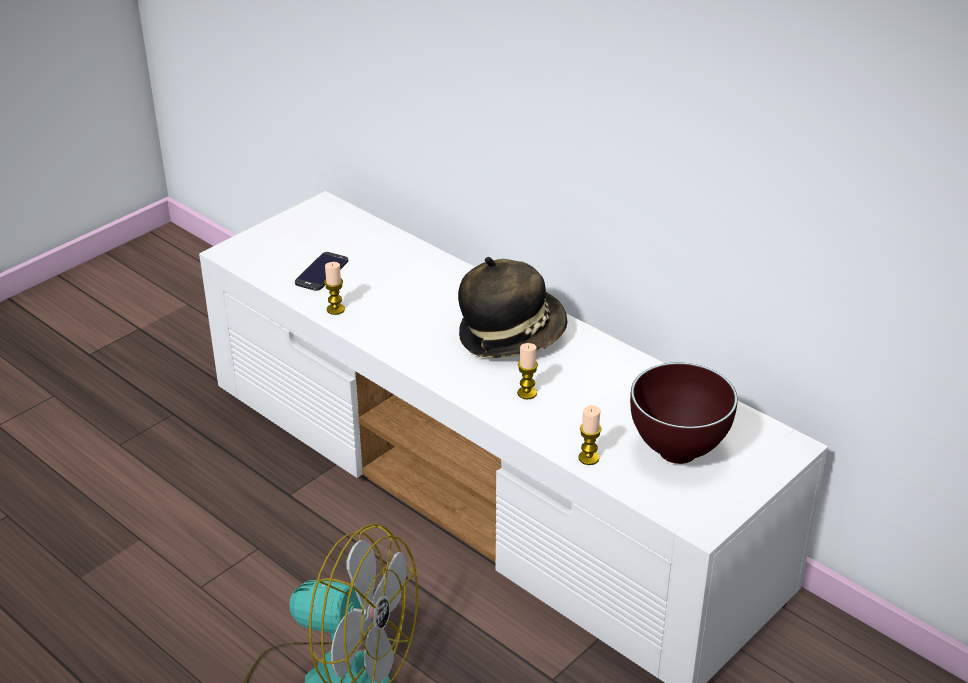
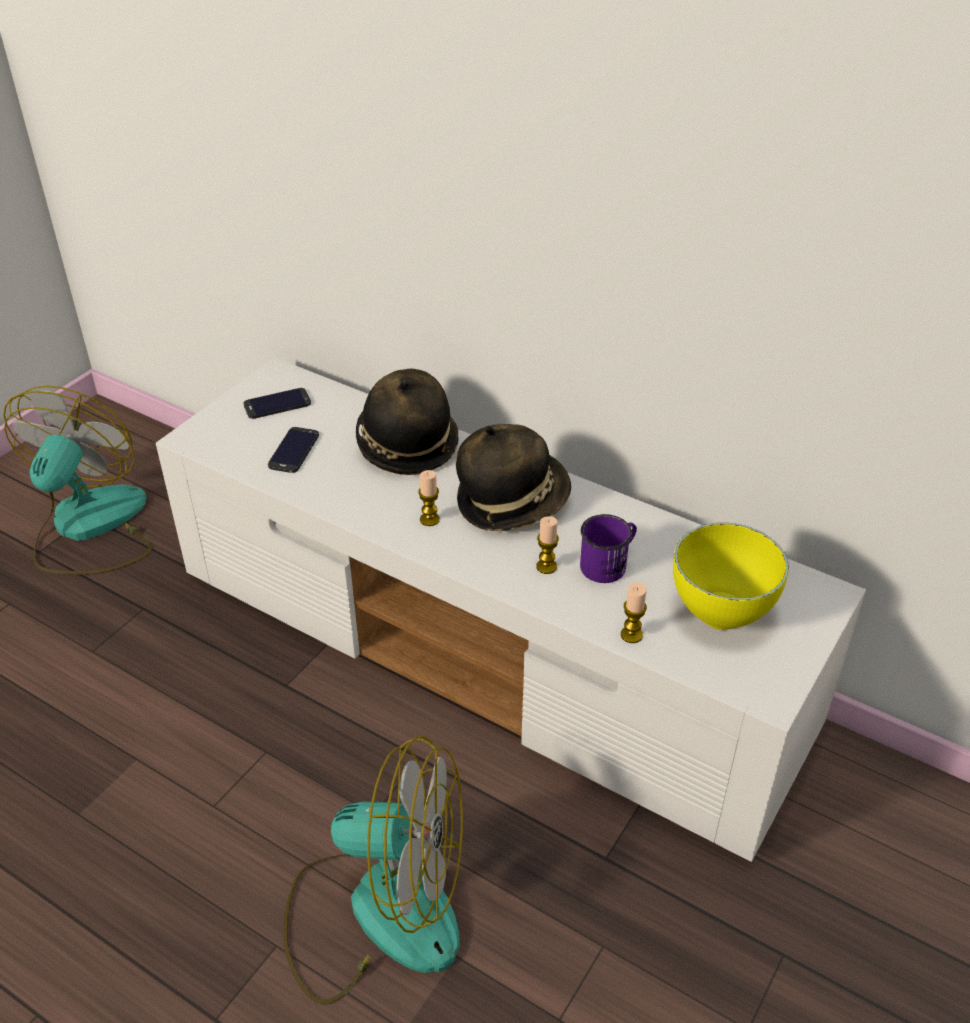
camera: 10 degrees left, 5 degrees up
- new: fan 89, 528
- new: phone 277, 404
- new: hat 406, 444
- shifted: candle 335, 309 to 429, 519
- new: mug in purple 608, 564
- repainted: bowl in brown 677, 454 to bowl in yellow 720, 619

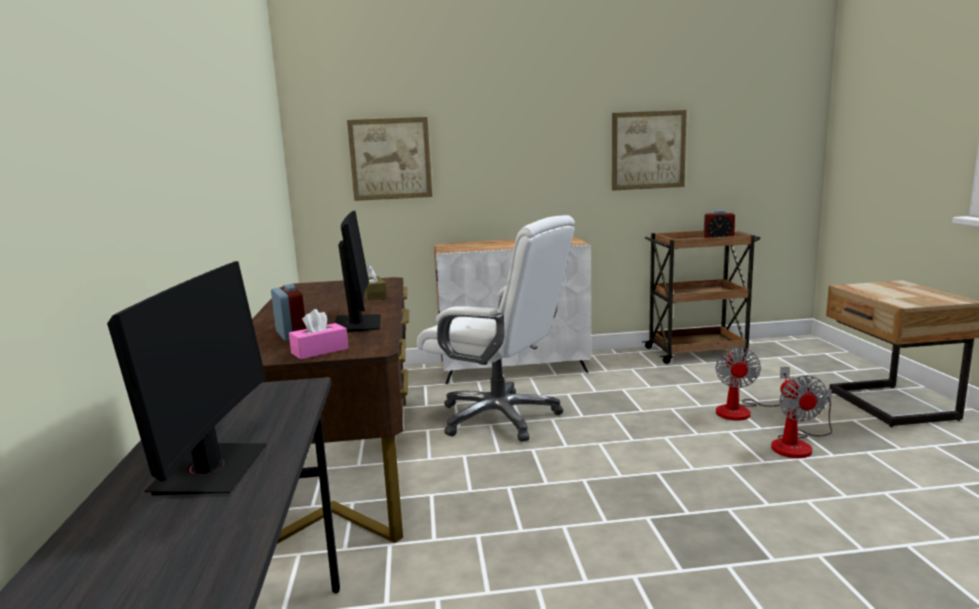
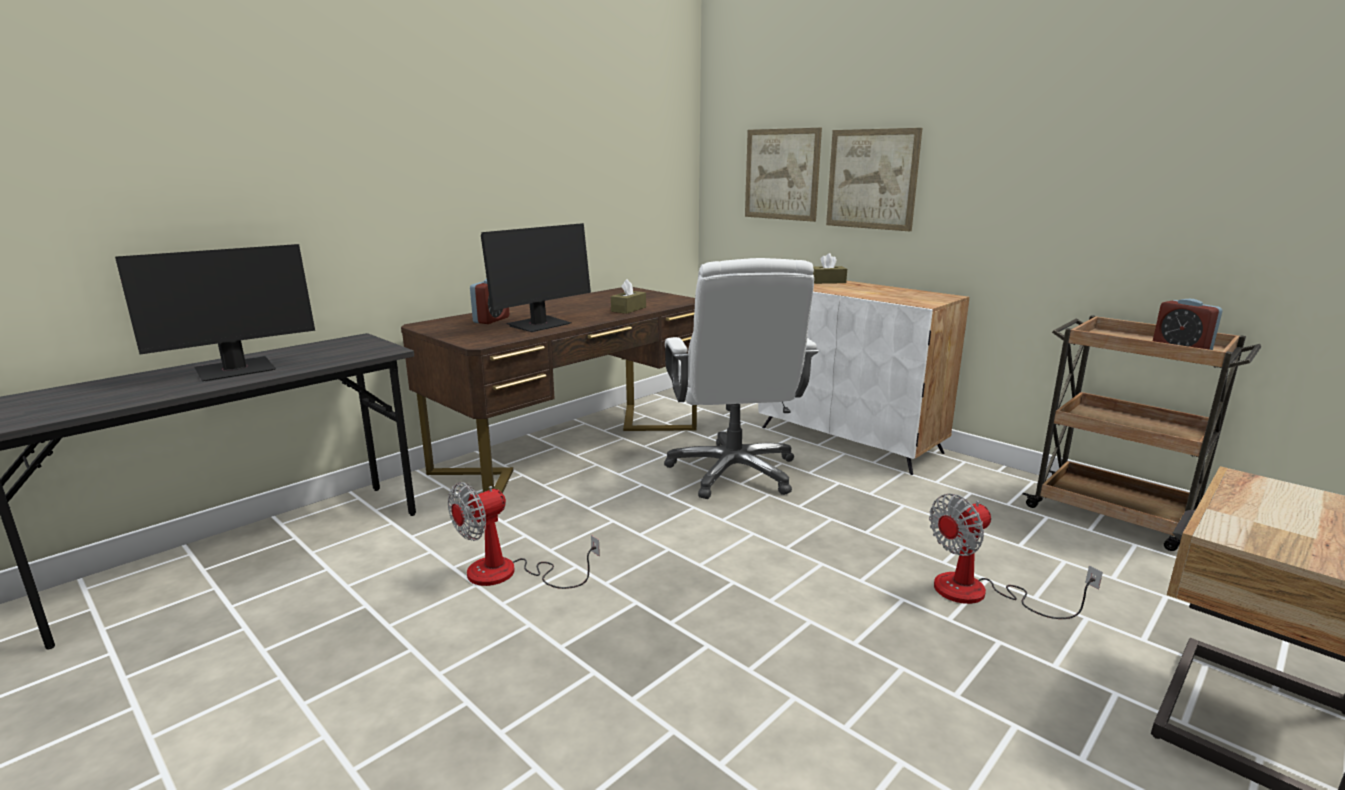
camera: 50 degrees right, 5 degrees up
- shifted: fan 798, 444 to 508, 574
- new: tissue box in brown 827, 282
- shifted: picture 648, 150 to 872, 179
- gone: tissue box in pink 320, 351

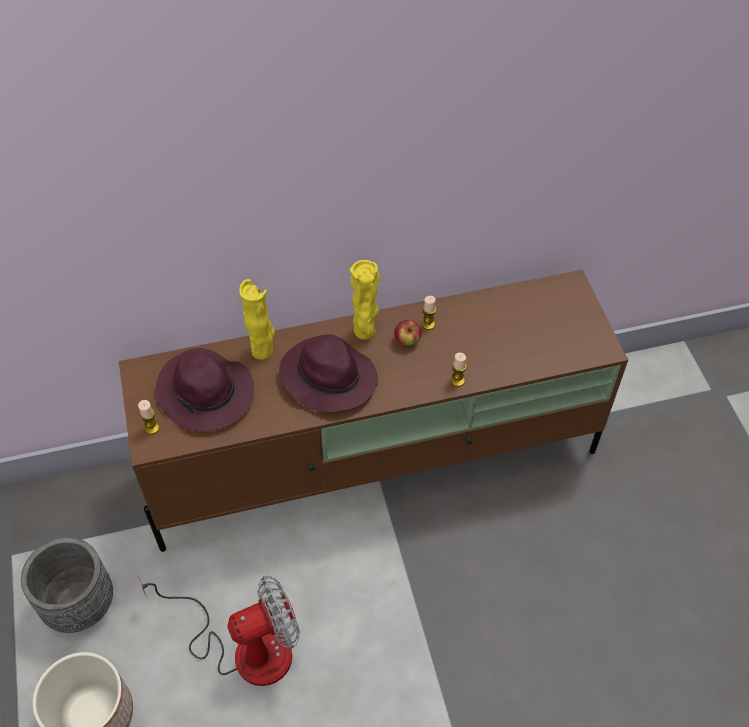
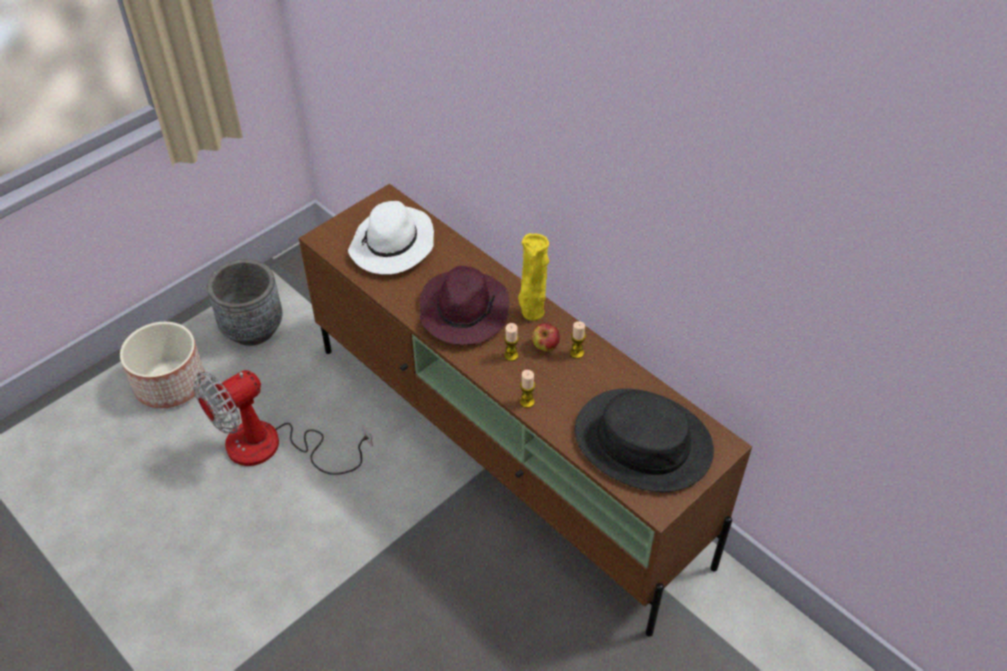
camera: 60 degrees right, 5 degrees down
- rotated: fan 244, 647 = 272, 448 105 degrees clockwise
- repainted: hat in purple 207, 394 to hat in white 392, 246
- shifted: candle 152, 428 to 511, 355
- new: hat in black 643, 441
- gone: vase in yellow 263, 350

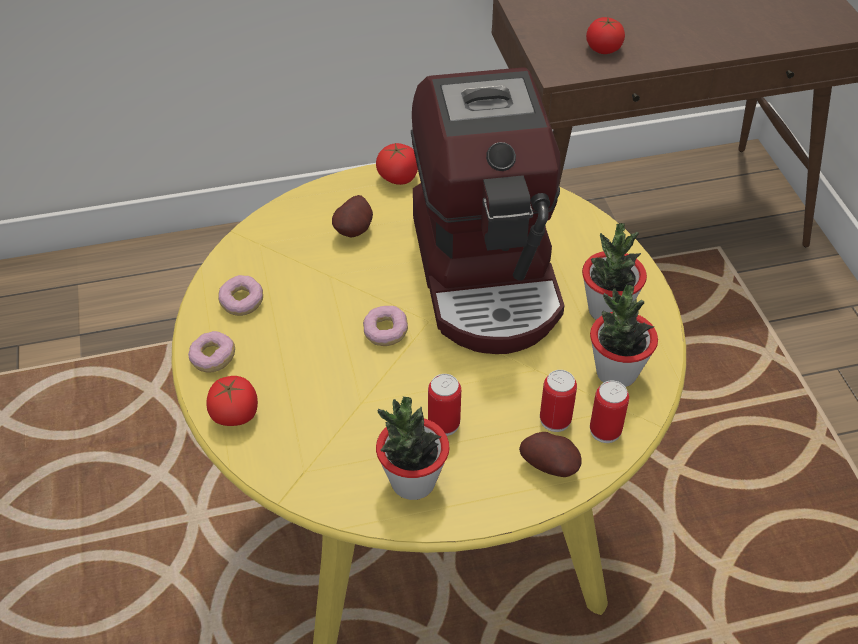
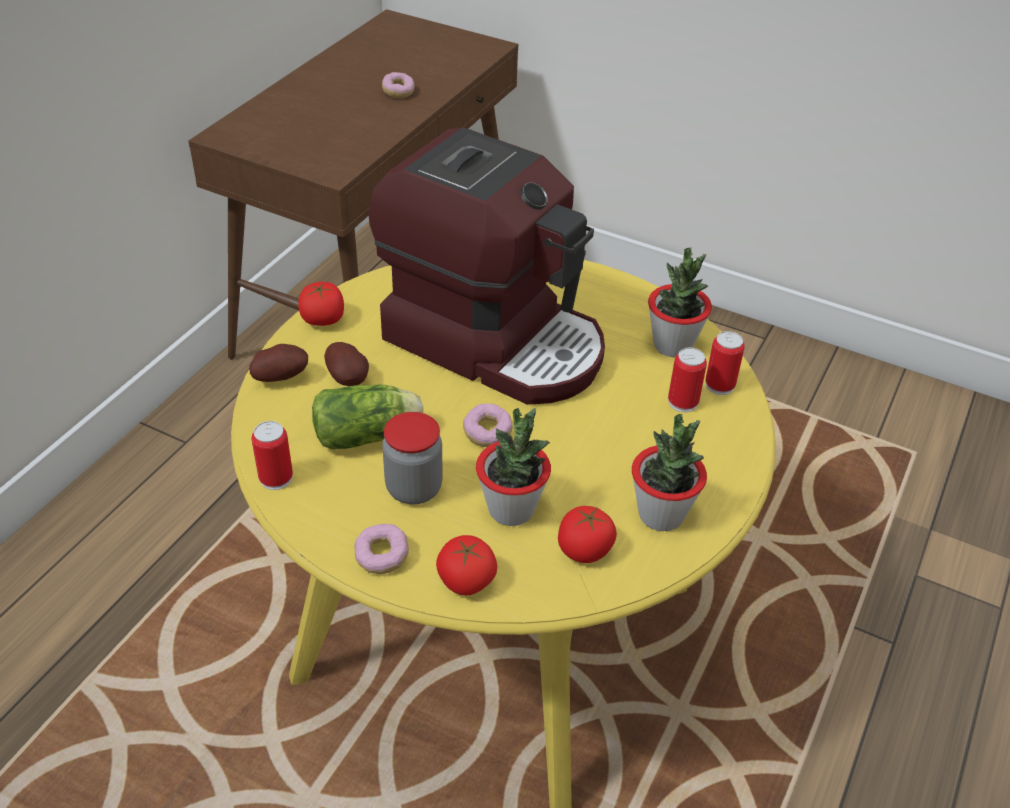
camera: 50 degrees left, 5 degrees down
- shifted: potato 551, 465 to 281, 377
- shifted: can 444, 424 to 276, 478
- new: lettuce 370, 435
- shifted: donut 242, 302 to 398, 92
- new: jar 414, 488
- shifted: potted plant 607, 310 to 511, 509
- shifted: tomato 603, 49 to 584, 549

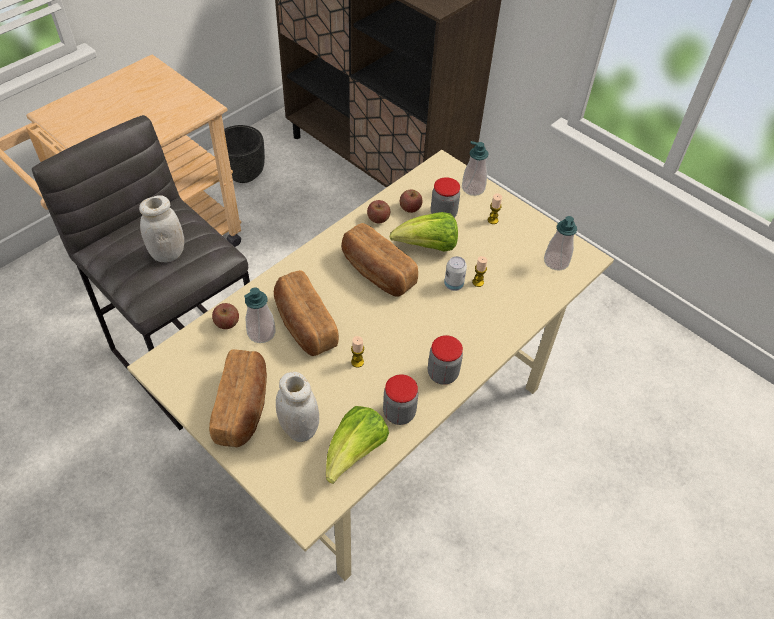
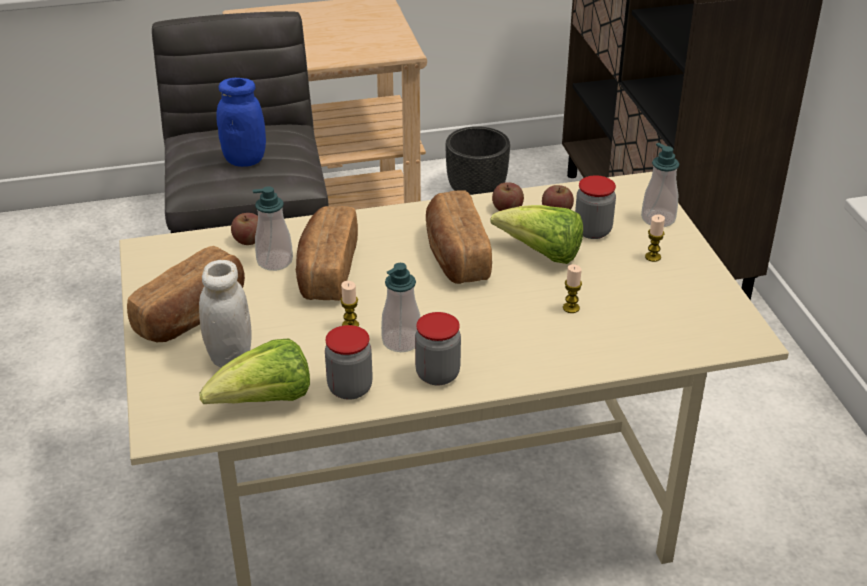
camera: 35 degrees right, 15 degrees down
- repainted: jar in white 168, 253 to jar in blue 244, 160
- shifted: soap dispenser 556, 261 to 401, 341
- gone: can 453, 285

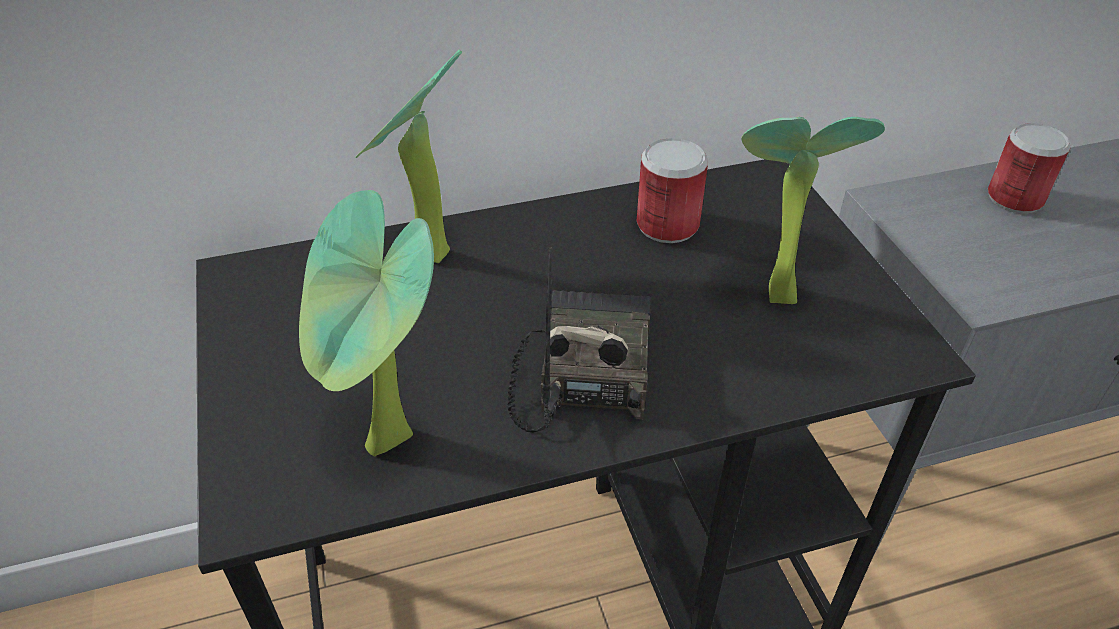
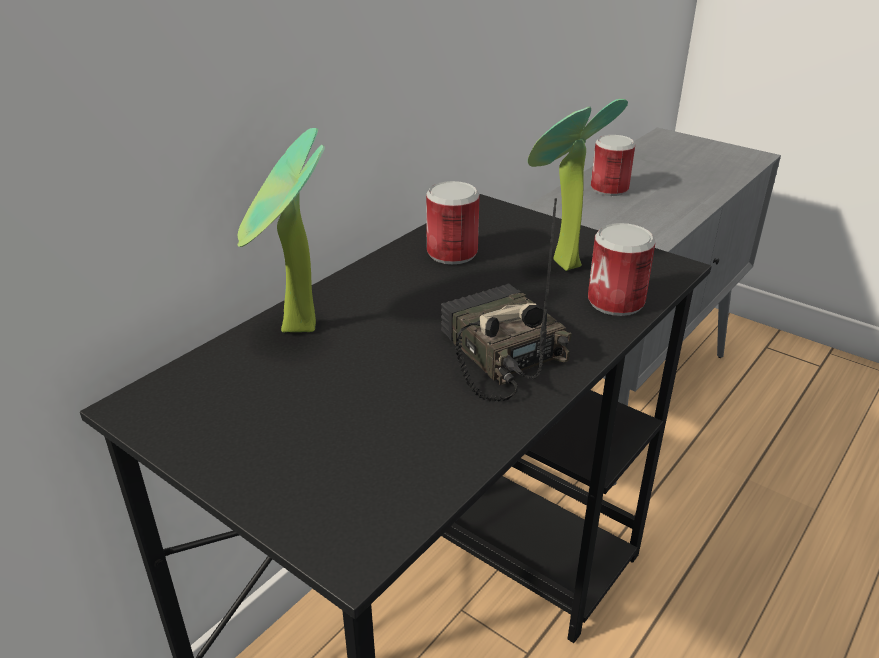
camera: 35 degrees left, 10 degrees down
- new: can 615, 302
- gone: potted plant 389, 448

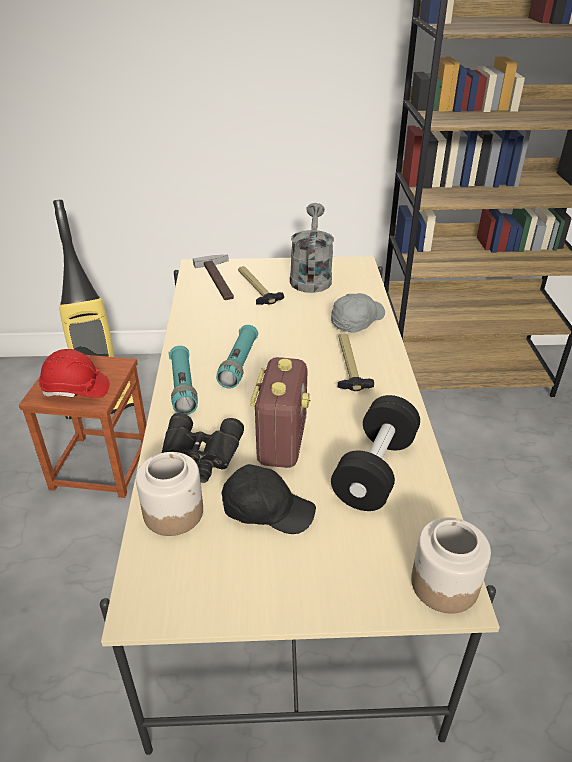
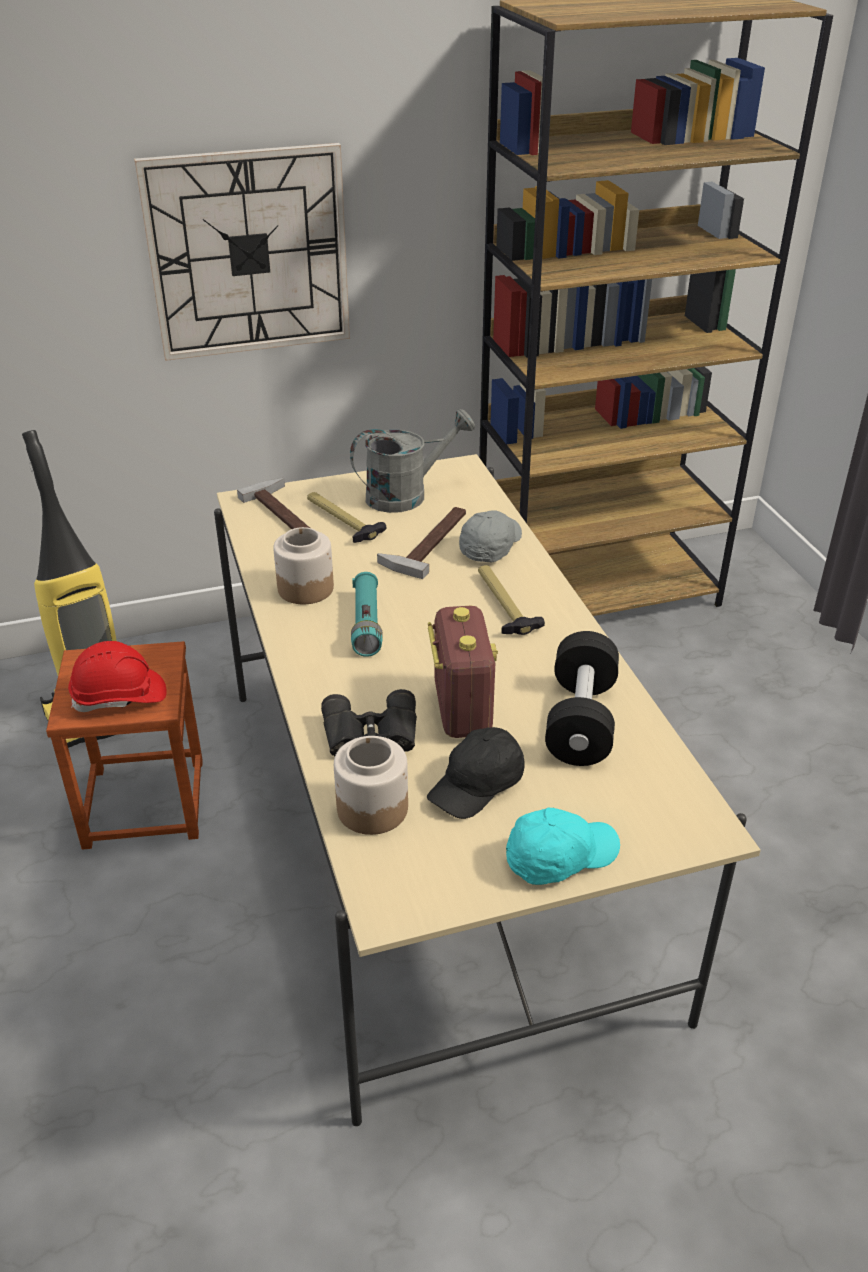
camera: 15 degrees left, 0 degrees up
- new: wall clock 248, 253
- shifted: jar 444, 583 to 305, 588
- rotated: watering can in grey 310, 277 = 406, 494 75 degrees clockwise
- new: hammer 427, 541
- rotated: cap in black 267, 509 = 478, 785 135 degrees clockwise
- new: cap in turquoise 559, 856
- gone: flashlight in turquoise 183, 388

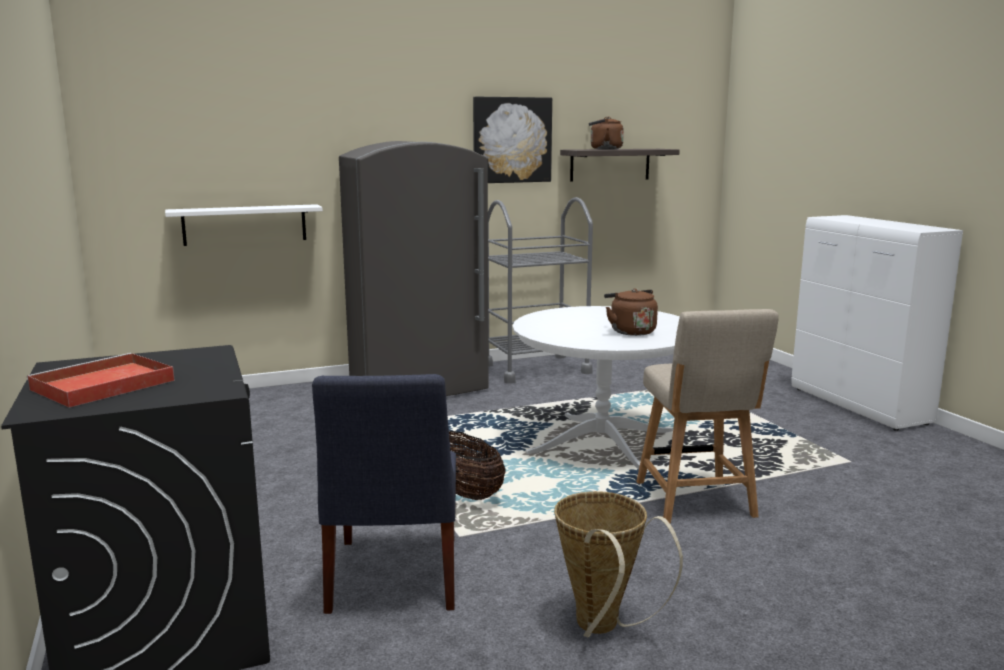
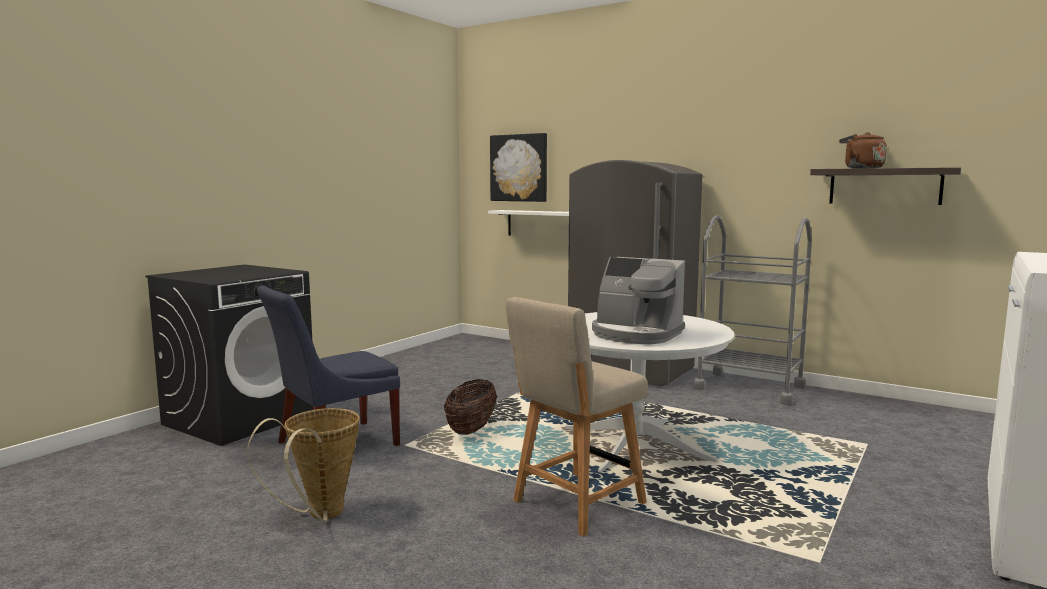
camera: 55 degrees right, 5 degrees down
- shifted: picture 512, 140 to 519, 168
- swapped: kettle in brown 630, 331 to coffee machine 635, 334
- gone: tray in red 101, 385

